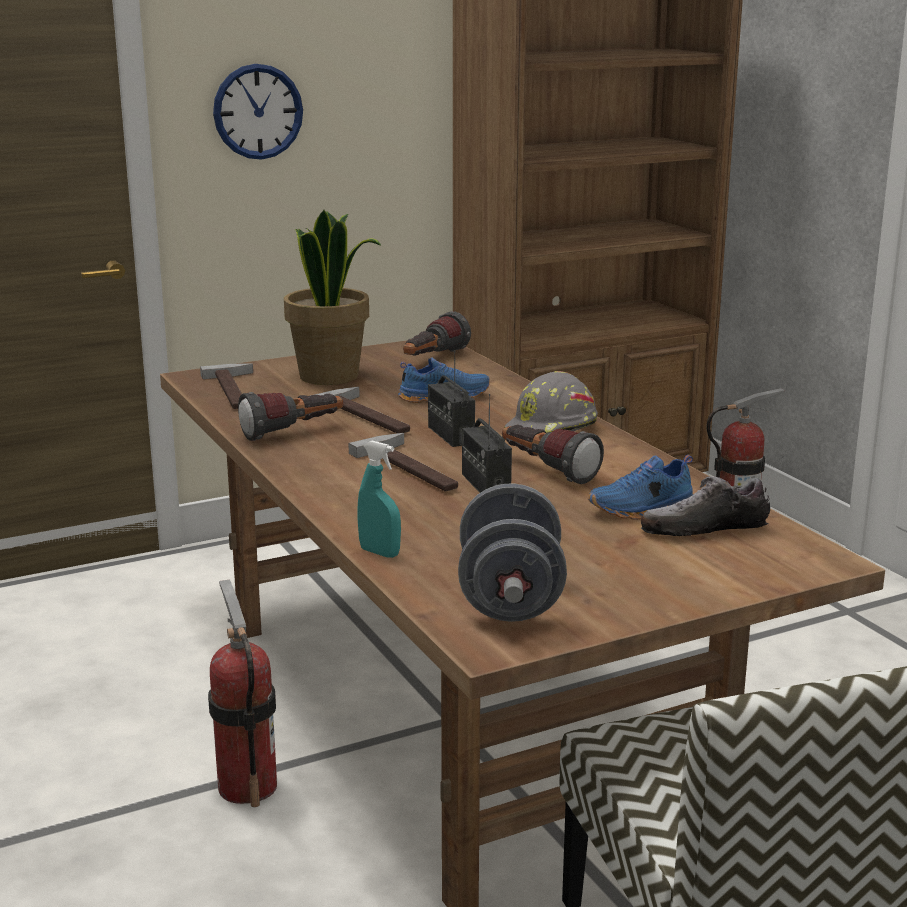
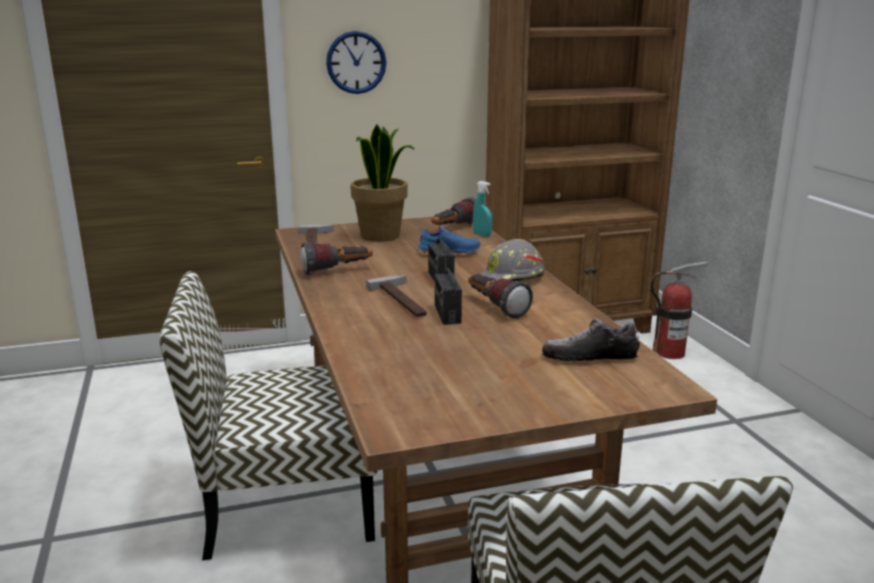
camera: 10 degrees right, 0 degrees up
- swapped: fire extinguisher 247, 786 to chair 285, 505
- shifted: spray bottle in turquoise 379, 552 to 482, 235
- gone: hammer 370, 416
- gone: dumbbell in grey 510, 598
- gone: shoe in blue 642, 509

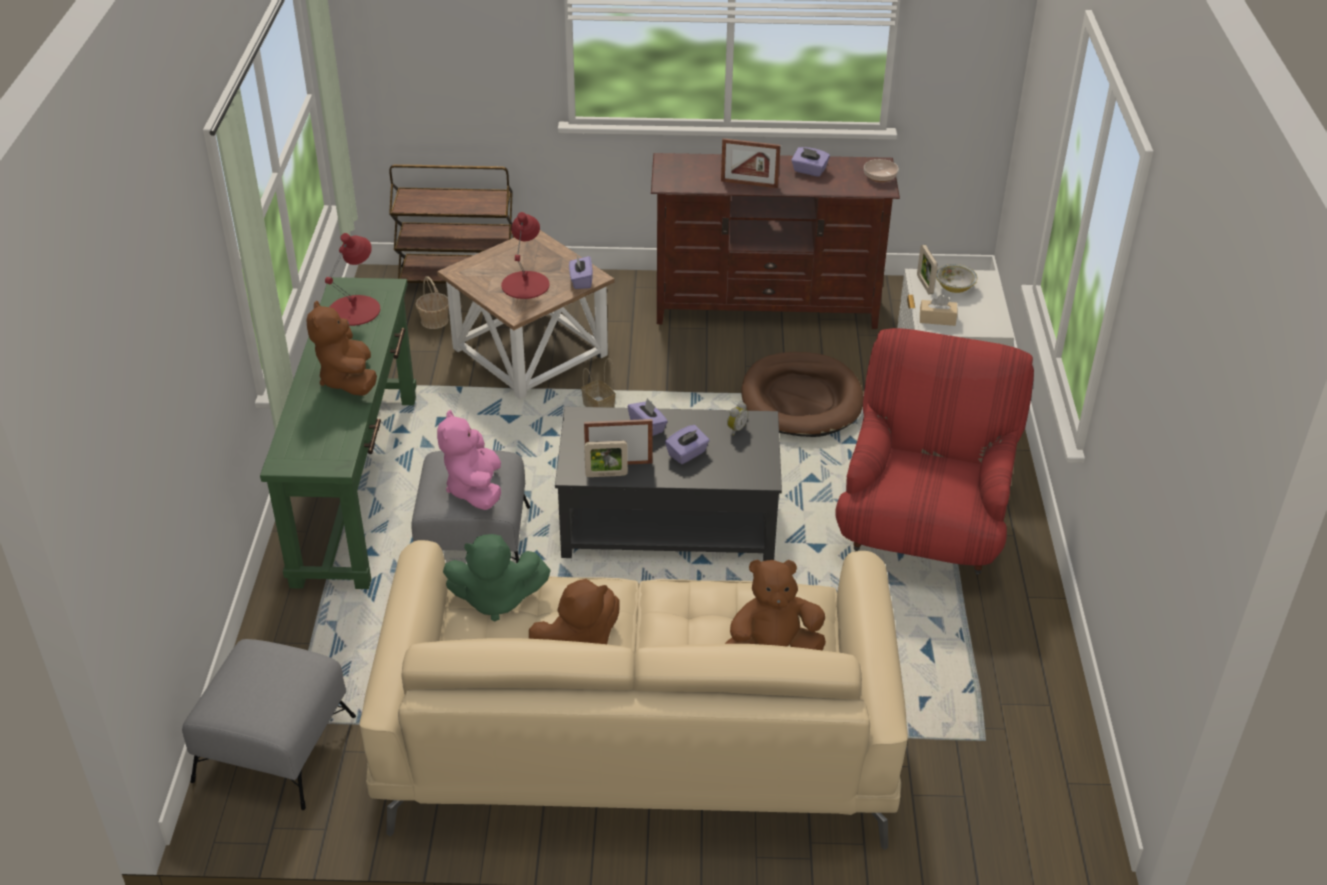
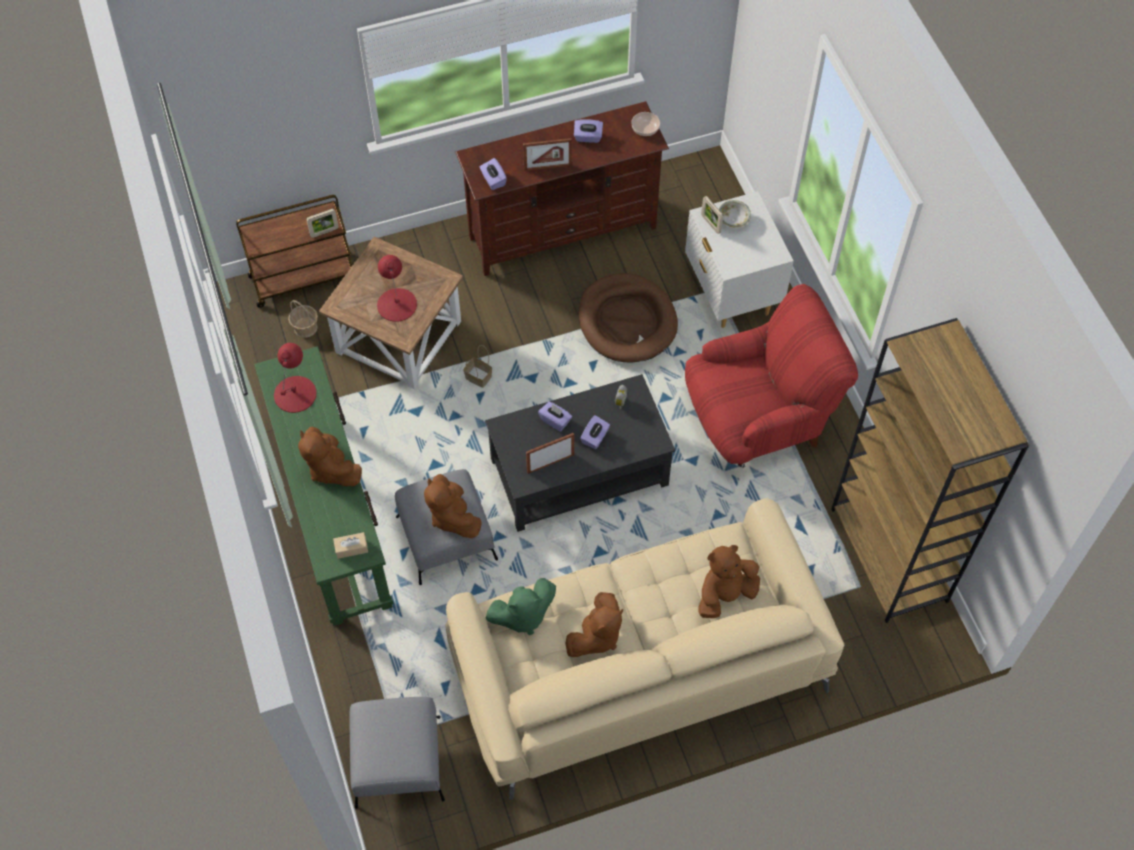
camera: 20 degrees left, 20 degrees up
- shifted: picture frame 606, 475 to 324, 232
- shifted: tissue box in beige 937, 319 to 351, 548
- repainted: plush toy in pink 475, 489 to plush toy in brown 452, 516
- shifted: tissue box in purple 581, 281 to 493, 180
- rotated: armchair in red 922, 528 = 758, 418 75 degrees clockwise
- new: bookcase in brown 889, 555

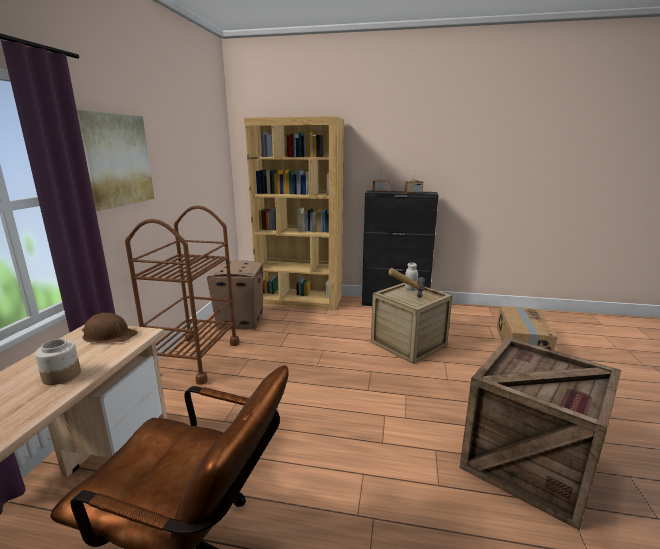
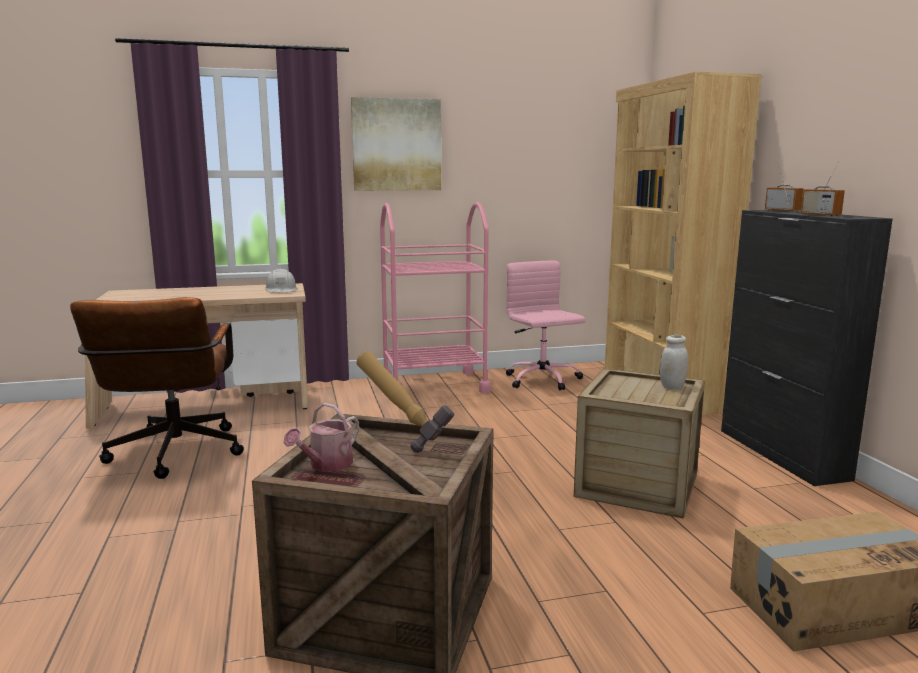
camera: 65 degrees right, 5 degrees down
- repainted: hard hat in brown 109, 335 to hard hat in white 281, 289
- new: watering can 326, 465
- shifted: hammer 406, 297 to 404, 440
- repainted: cart in brown 195, 358 to cart in pink 434, 385
- swapped: cardboard box 241, 320 to office chair in pink 543, 380
- gone: jar 61, 376

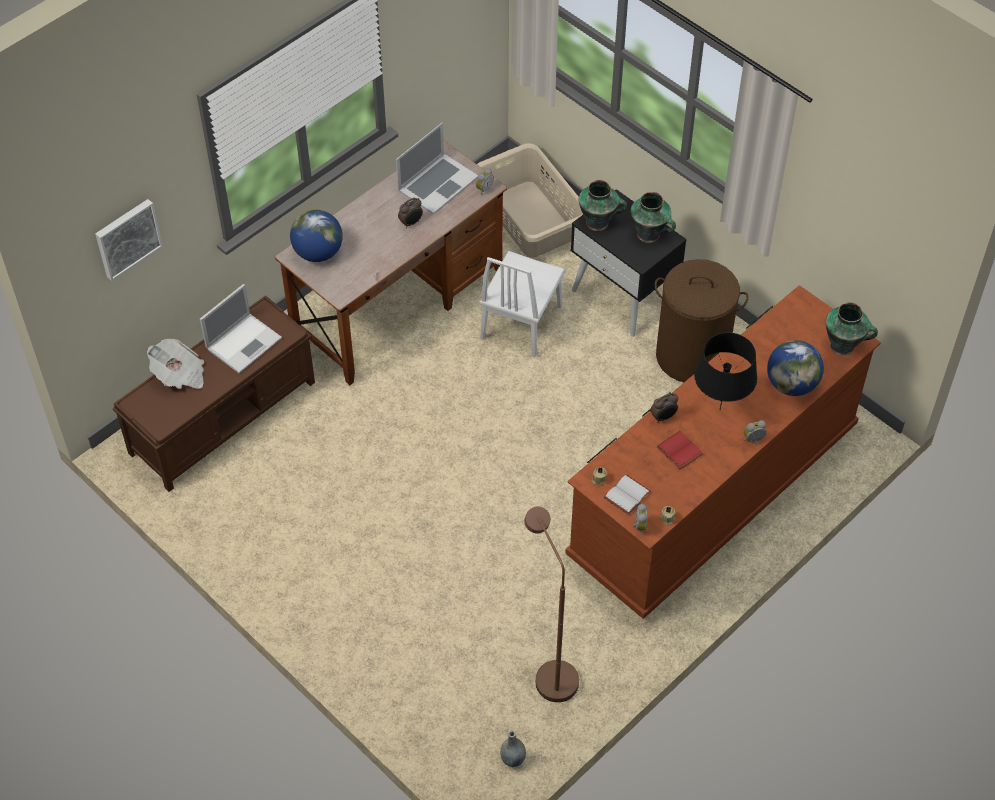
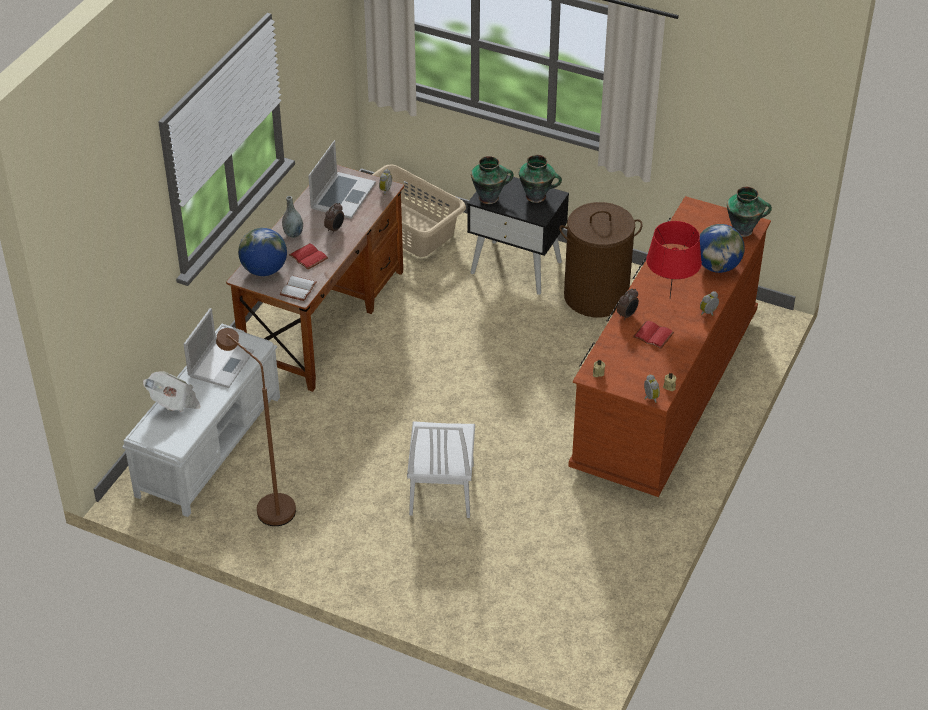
camera: 20 degrees left, 10 degrees down
- repainted: bench in brown 224, 416 to bench in white 209, 445
- shifted: floor lamp in brown 550, 672 to 268, 506
- shifted: book in white 627, 496 to 299, 289
- shifted: vase in grey 513, 759 to 293, 234
- new: book in red 309, 257
- shifted: chair in white 521, 322 to 441, 489
- repainted: table lamp in black 720, 410 to table lamp in red 670, 298
- gone: picture 127, 238

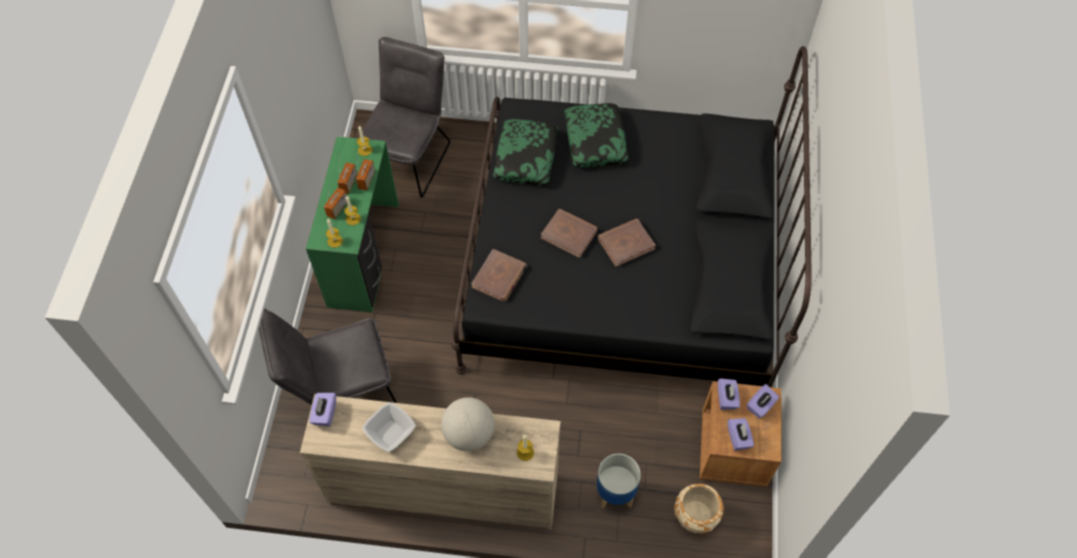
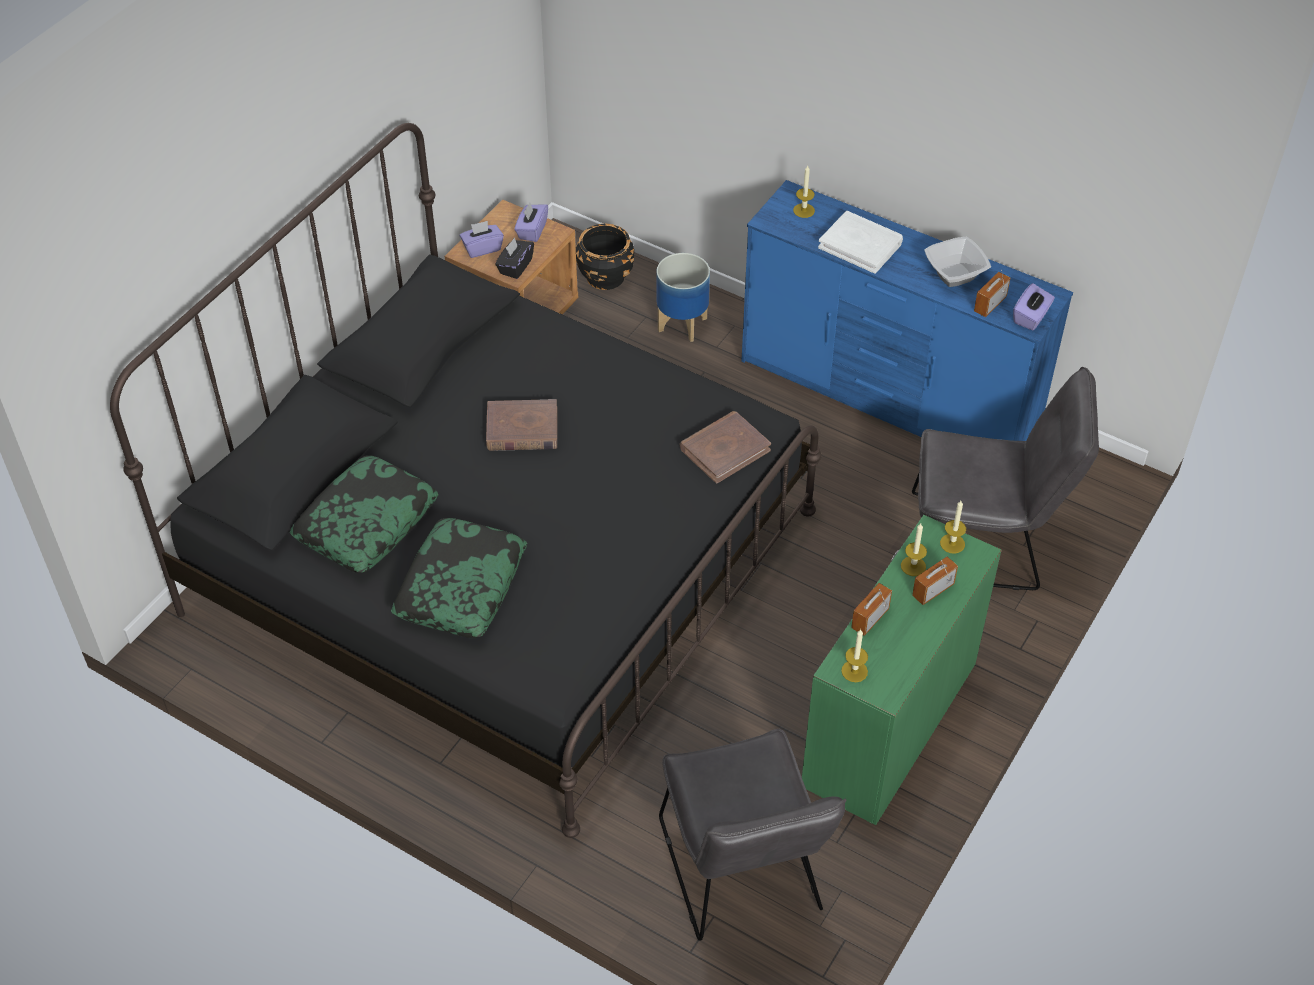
camera: 155 degrees left, 10 degrees down
- shifted: pillow 526, 157 to 366, 523
- repainted: tissue box in purple 726, 398 to tissue box in black 515, 267
- repainted: planter in beige 695, 516 to planter in black 605, 276
- rotated: chair in grey 409, 156 = 743, 875 60 degrees counterclockwise
- repainted: dresser in beige 443, 488 to dresser in blue 888, 397
- swapped: globe 469, 434 to book in white 860, 245
- shifted: radio 348, 183 to 990, 304
- gone: book in brown 569, 234

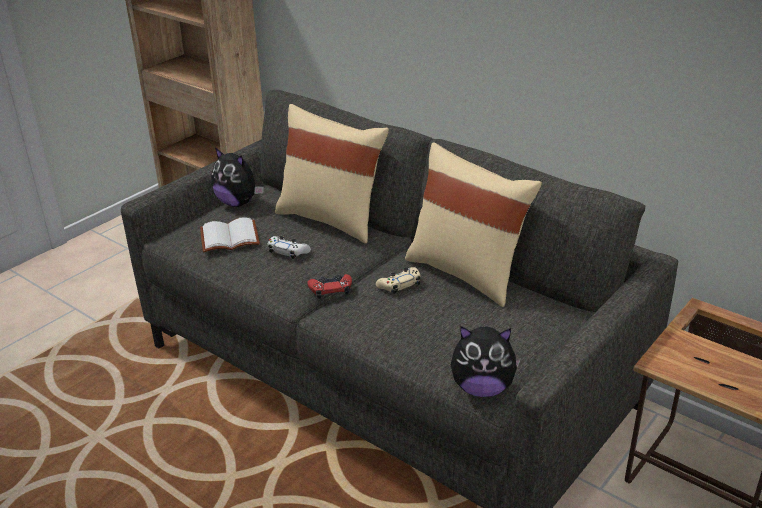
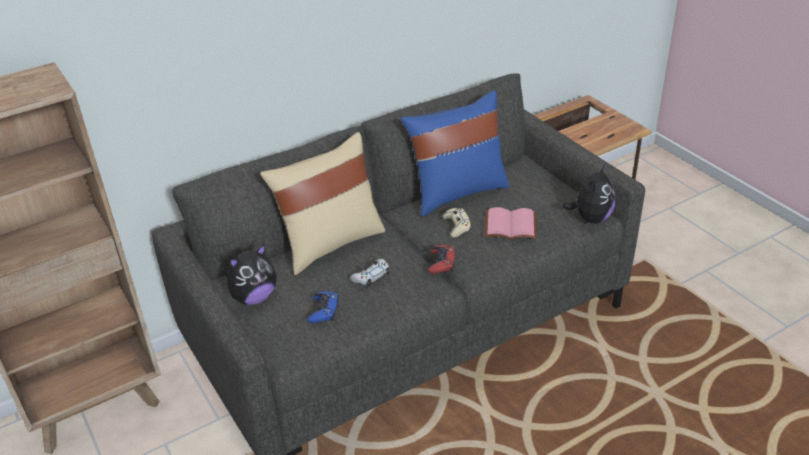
camera: 70 degrees left, 5 degrees up
- swapped: book in white 228, 238 to game controller in blue 323, 310
- repainted: pillow in beige 467, 273 to pillow in blue 457, 192
- new: book in pink 509, 227

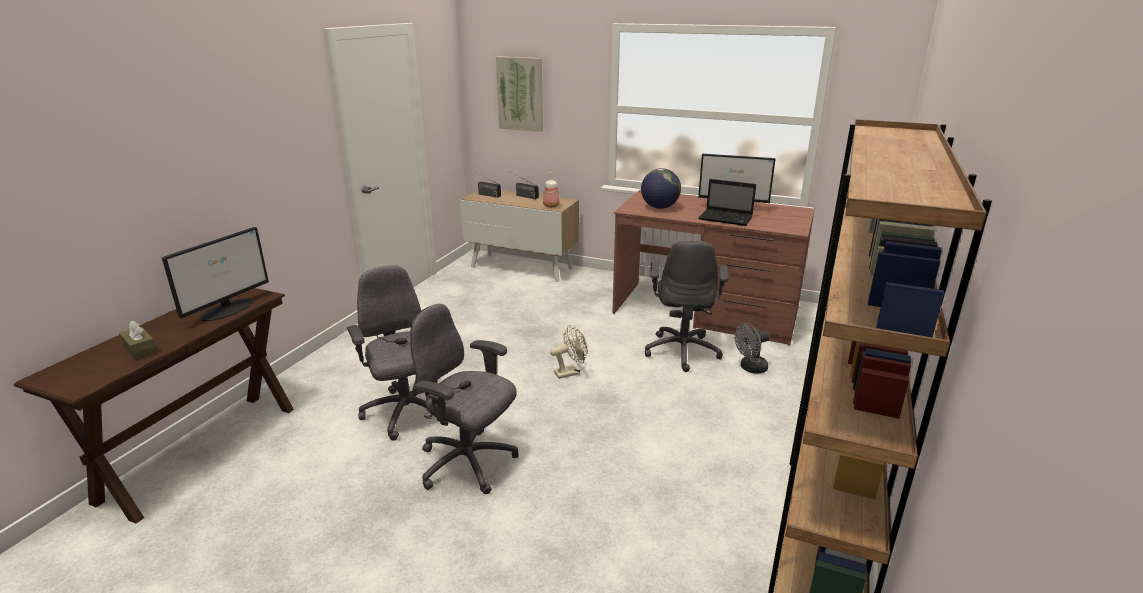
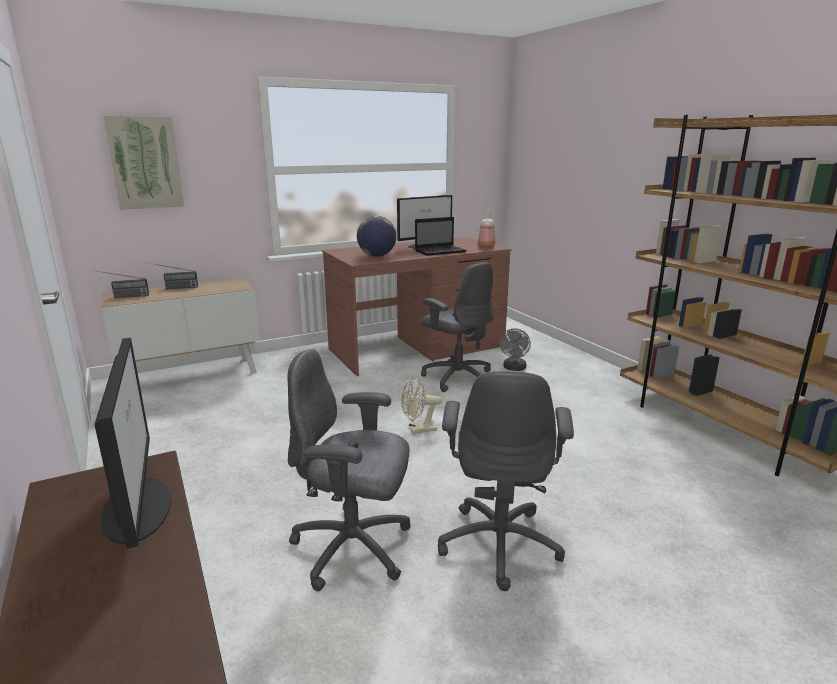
camera: 50 degrees left, 5 degrees down
- rotated: fan in beige 570, 372 = 418, 430 120 degrees counterclockwise
- rotated: office chair in grey 468, 464 = 500, 543 60 degrees counterclockwise
- shifted: bottle 550, 206 to 485, 246
- gone: tissue box in brown 140, 350

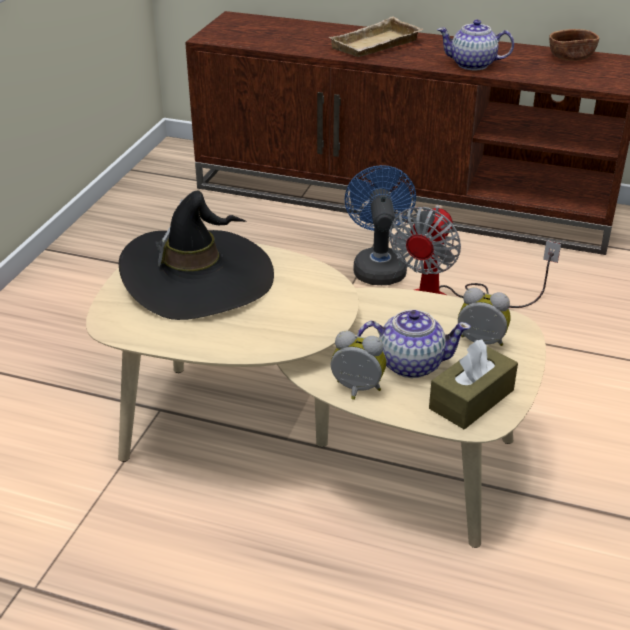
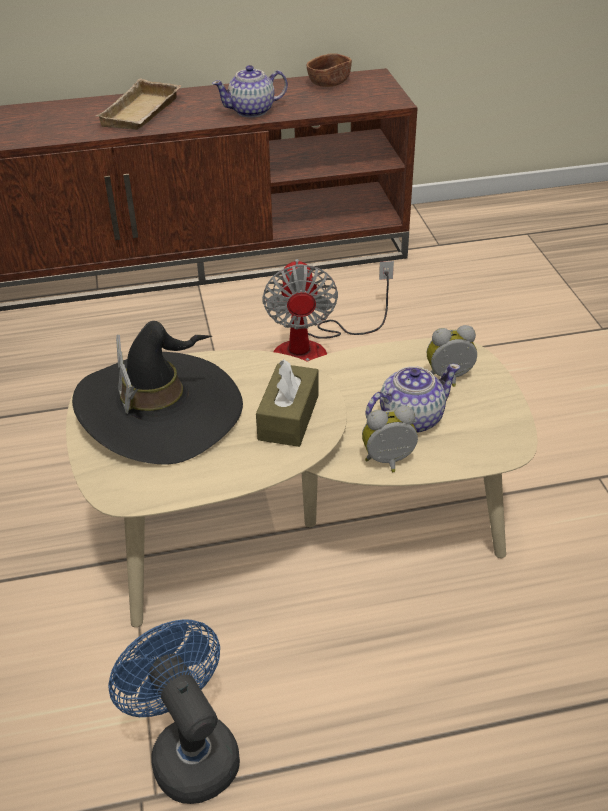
camera: 30 degrees left, 5 degrees up
- shifted: fan in blue 378, 266 to 188, 750
- shifted: tissue box in brown 471, 399 to 288, 417

